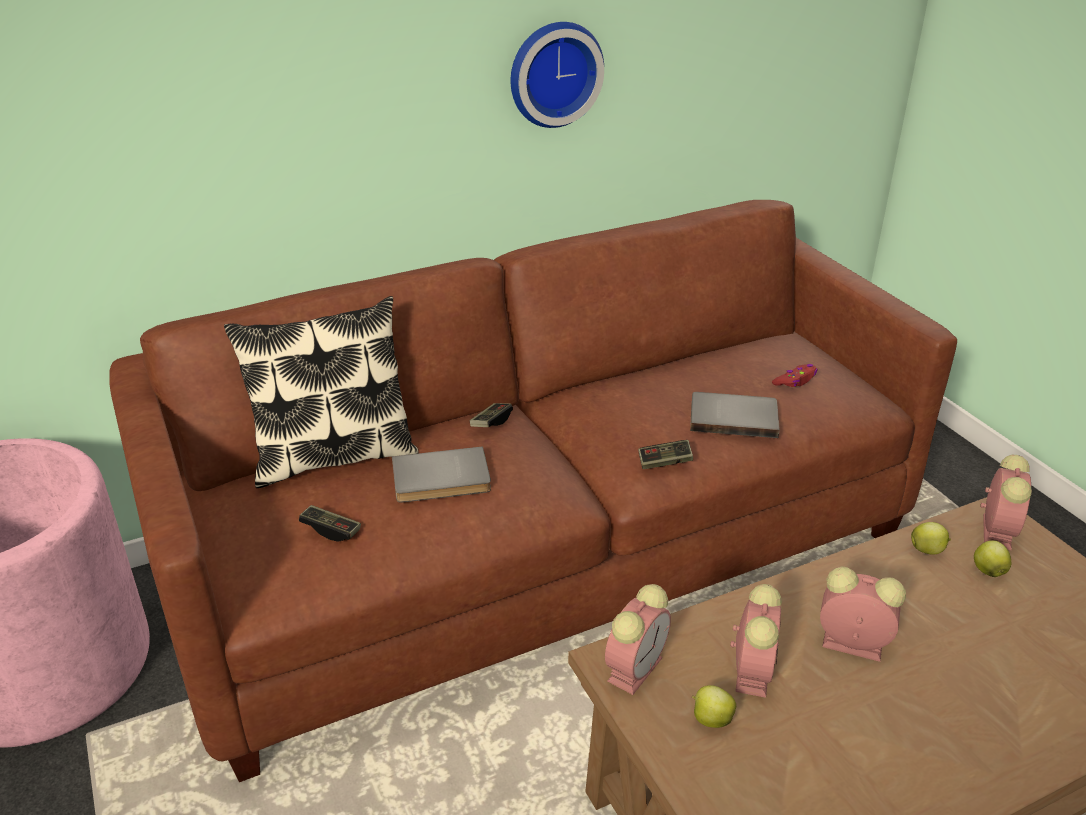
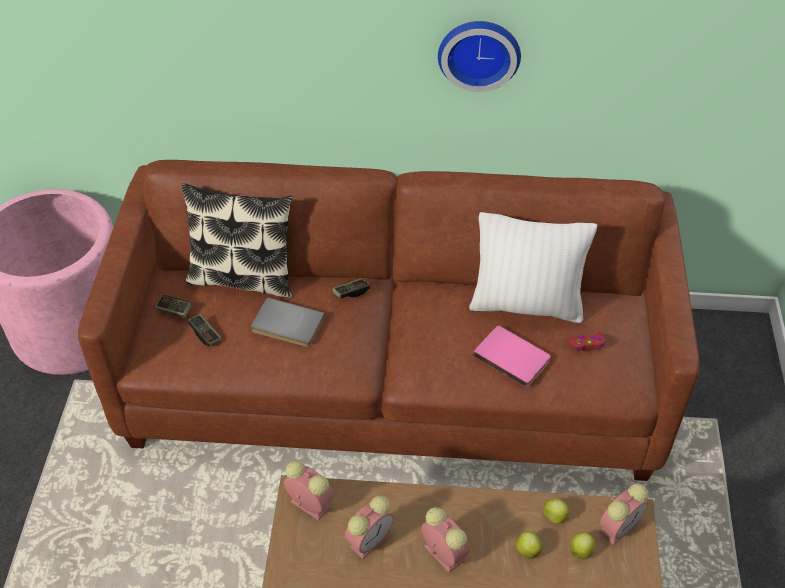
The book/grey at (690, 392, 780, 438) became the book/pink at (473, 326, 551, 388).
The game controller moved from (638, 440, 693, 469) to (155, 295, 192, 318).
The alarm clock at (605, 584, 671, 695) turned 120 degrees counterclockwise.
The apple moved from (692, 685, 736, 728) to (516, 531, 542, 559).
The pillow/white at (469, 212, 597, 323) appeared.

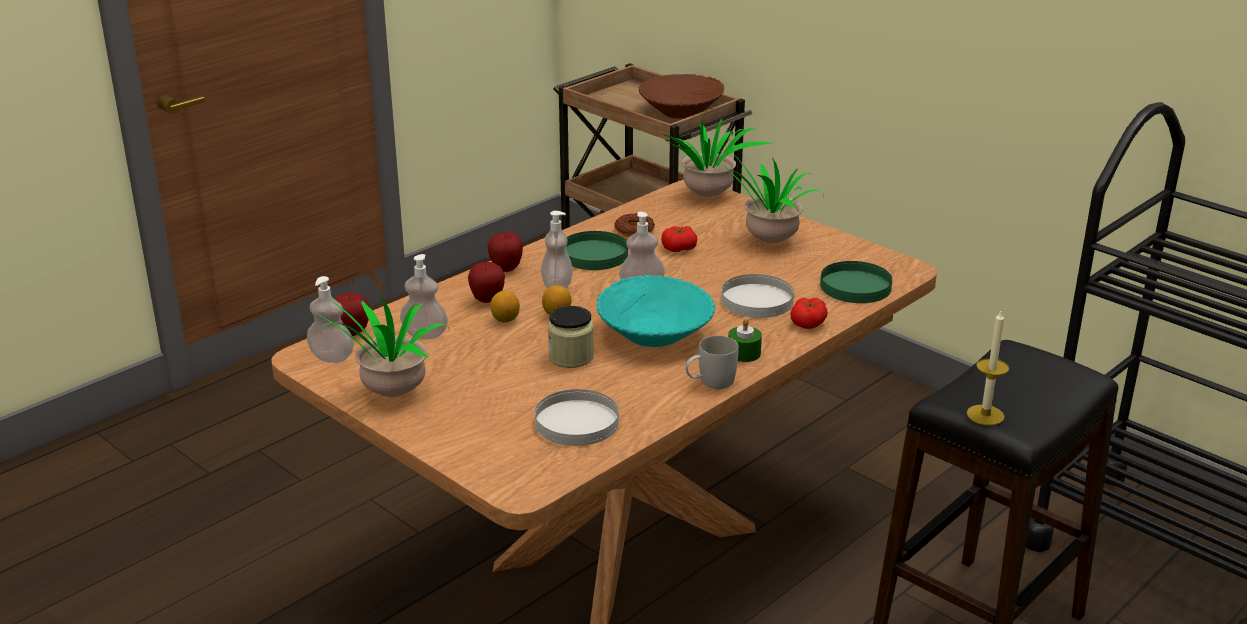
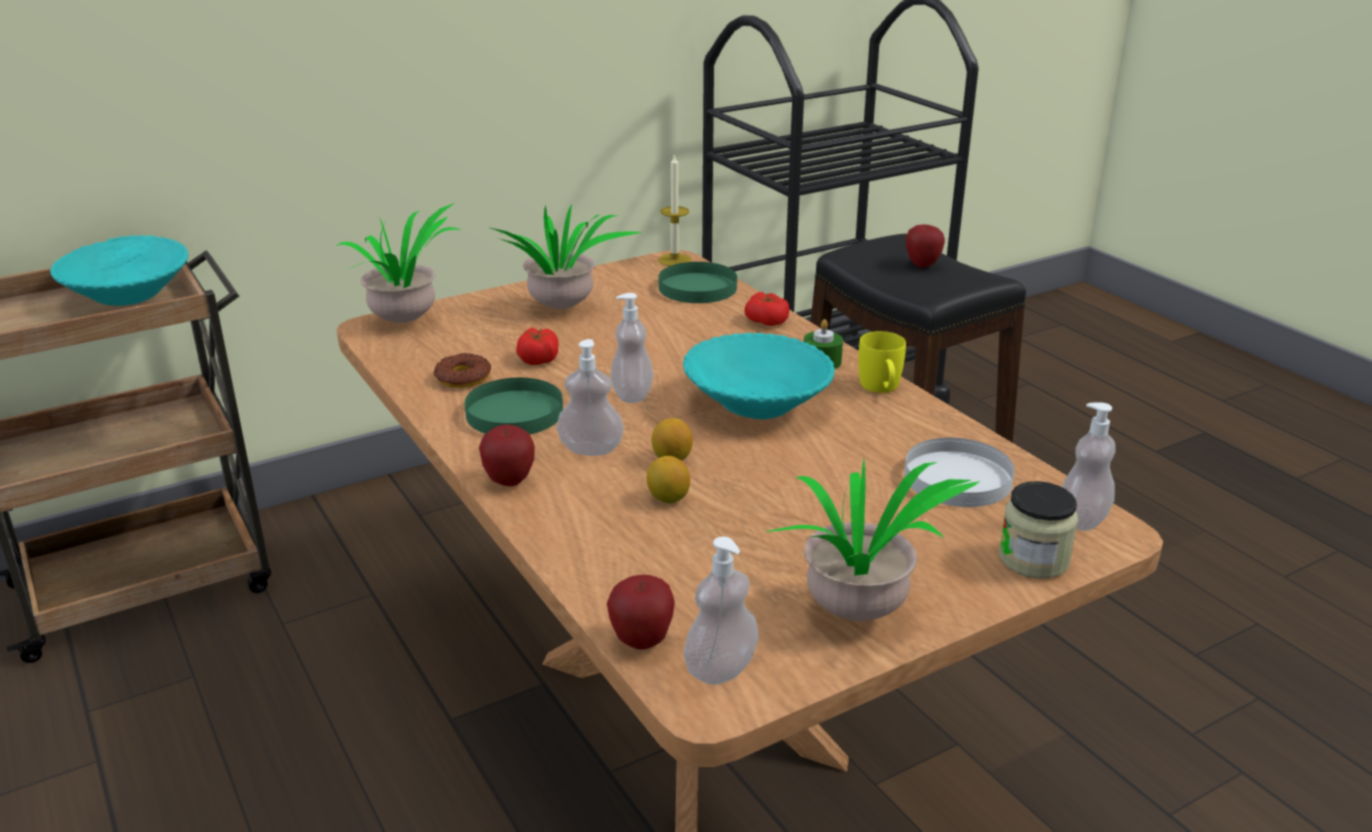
The bowl/brown at (639, 74, 724, 119) became the bowl/turquoise at (50, 235, 188, 306).
The soap dispenser moved from (400, 254, 448, 339) to (1062, 402, 1116, 531).
The apple moved from (468, 262, 505, 303) to (906, 225, 945, 268).
The plate/white at (721, 274, 794, 318) disappeared.
The jar moved from (548, 306, 594, 368) to (999, 481, 1078, 579).
The candle moved from (967, 309, 1009, 425) to (658, 153, 692, 266).
The mug/white at (685, 336, 739, 389) became the mug/yellow at (858, 331, 906, 393).

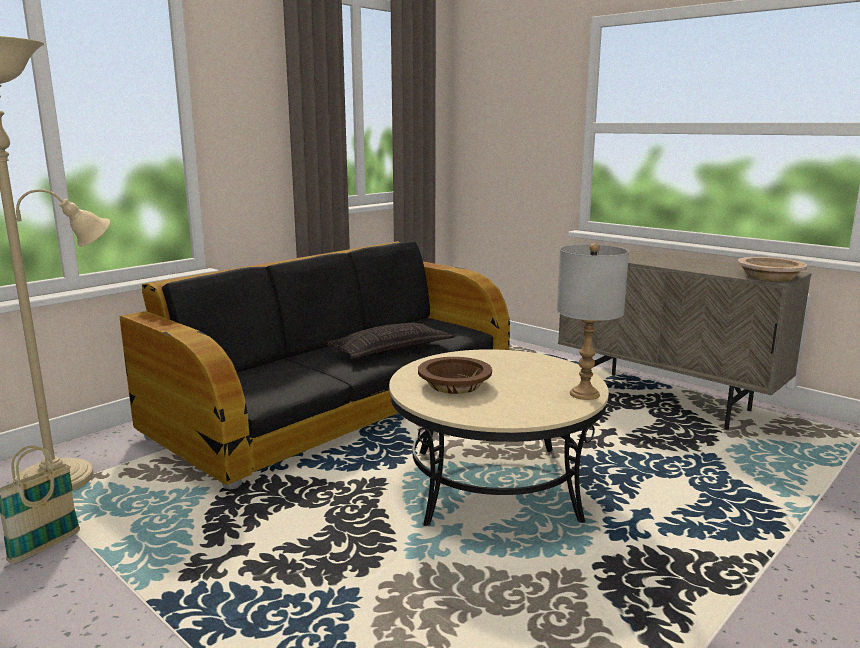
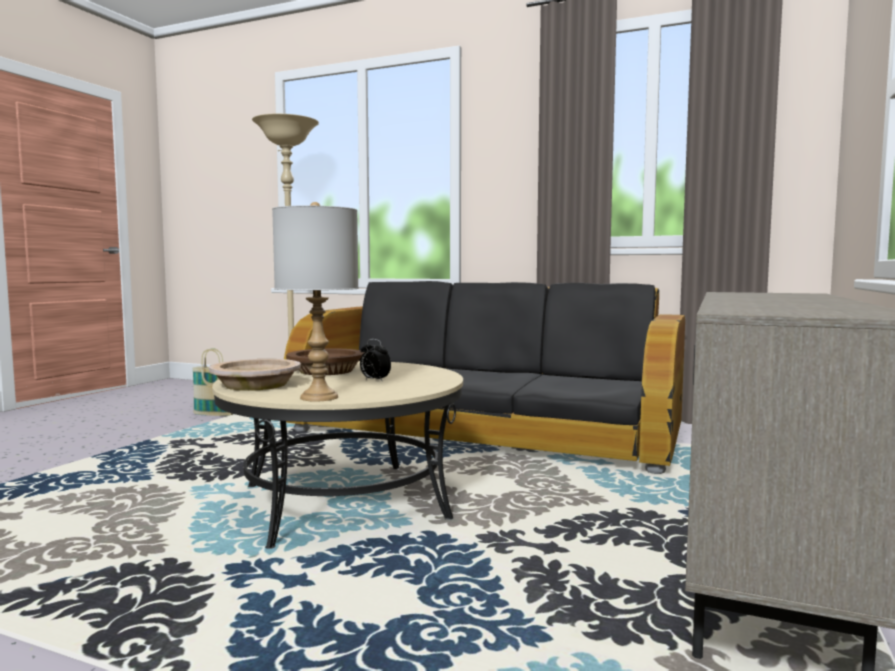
The bowl/beige moved from (737, 257, 807, 281) to (209, 359, 301, 391).
The pillow at (325, 323, 455, 359) disappeared.
The alarm clock at (360, 339, 391, 381) appeared.

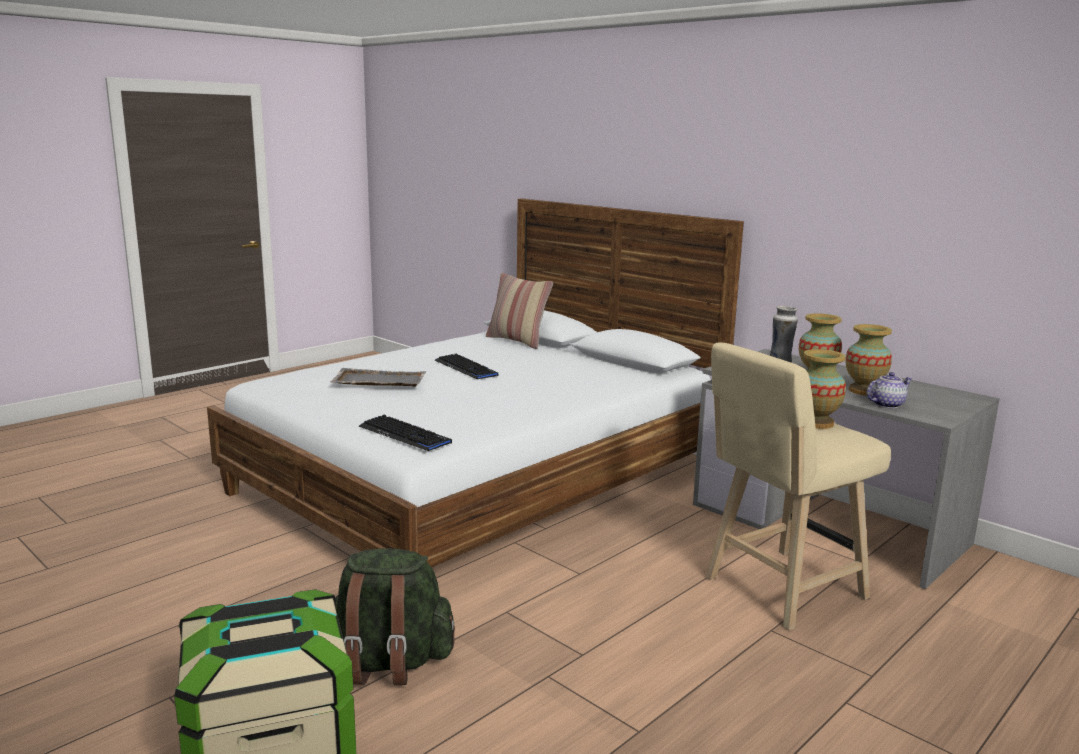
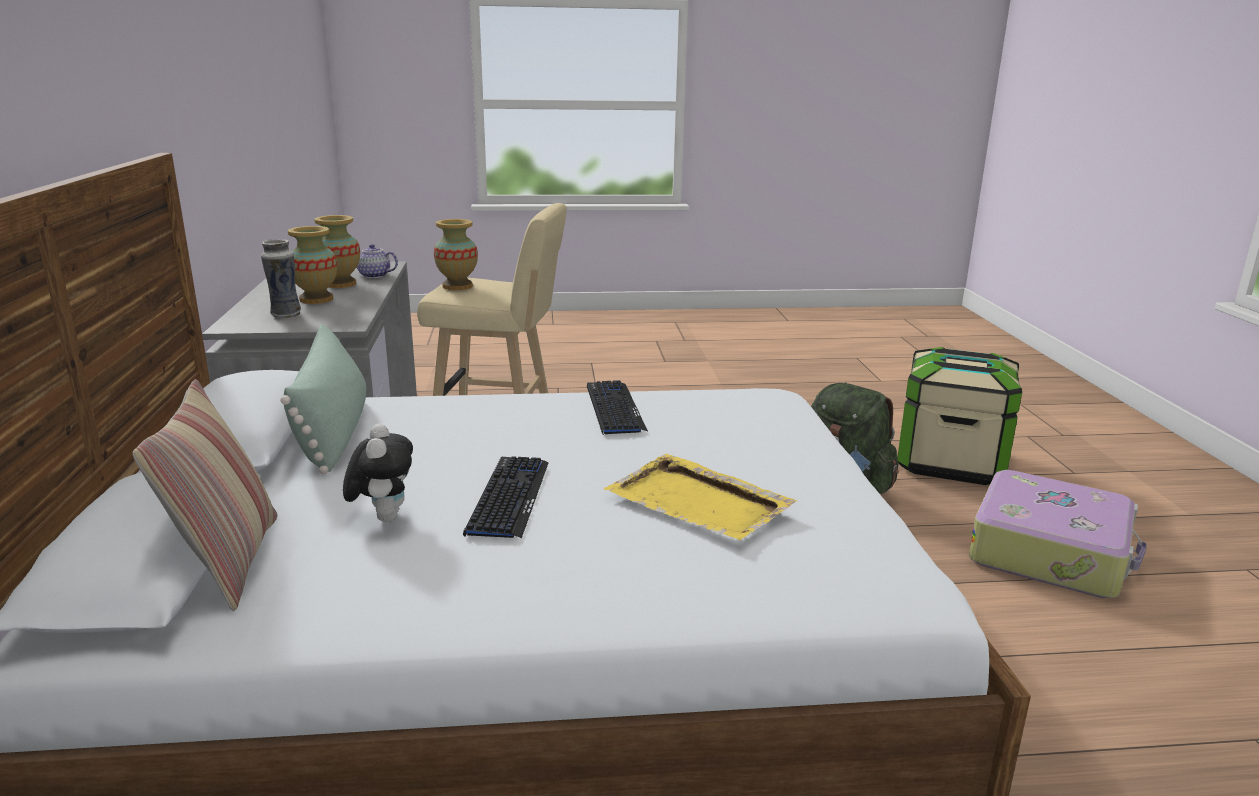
The tray/grey at (330, 368, 427, 387) became the tray/yellow at (604, 454, 797, 540).
The keyboard moved from (358, 415, 452, 451) to (587, 380, 648, 435).
The pillow/green at (280, 323, 366, 475) appeared.
The plush toy at (343, 424, 413, 522) appeared.
The suitcase at (969, 470, 1147, 598) appeared.

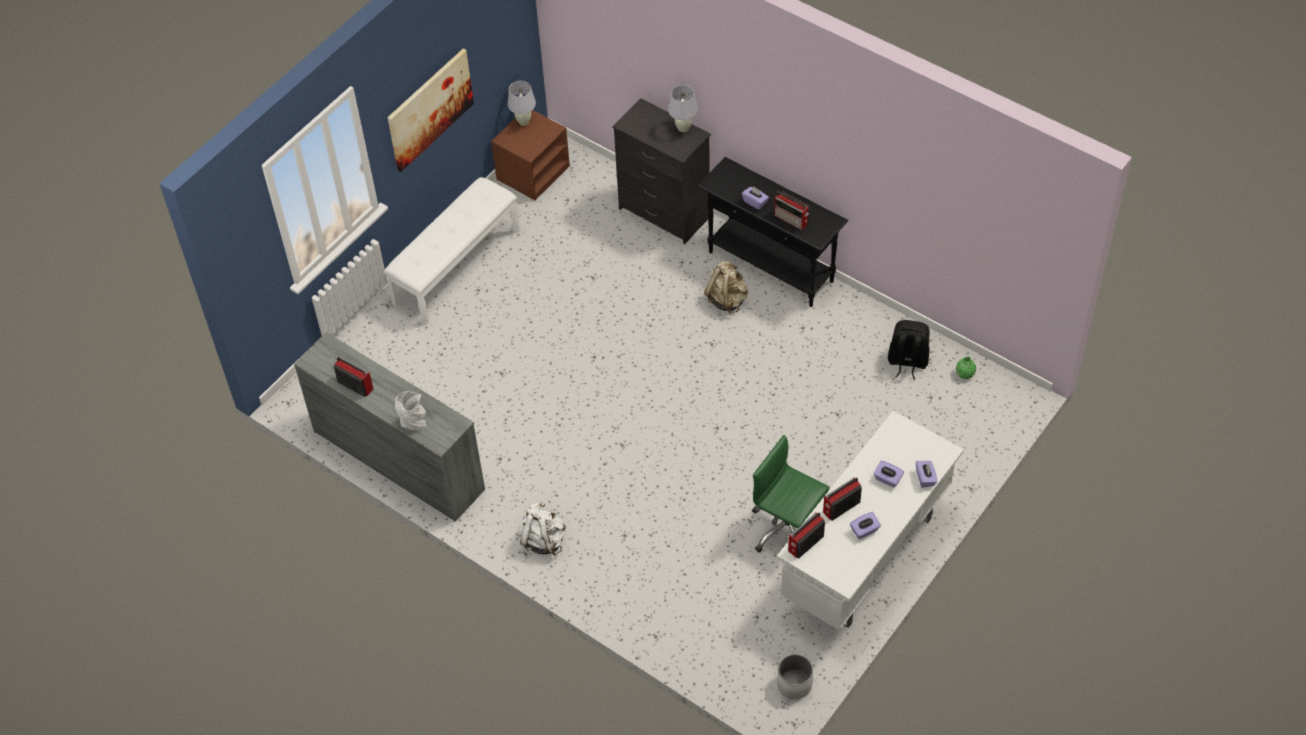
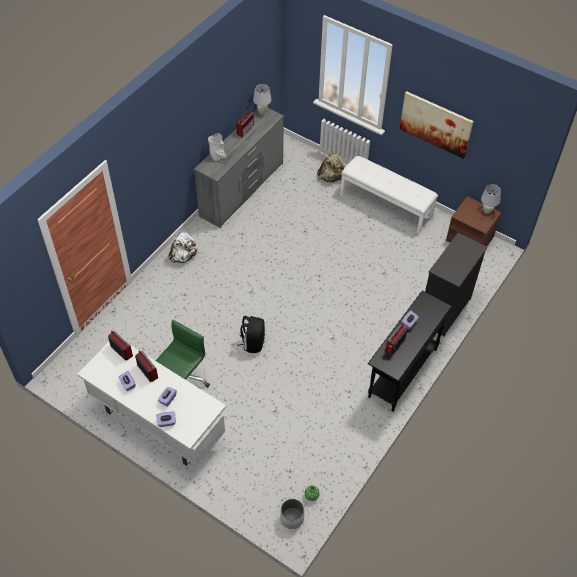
The table lamp/white moved from (668, 85, 698, 132) to (253, 84, 272, 115).
The backpack/beige moved from (704, 261, 748, 314) to (317, 151, 345, 182).
The backpack/black moved from (888, 320, 929, 380) to (237, 316, 265, 353).
The planter/white moved from (777, 654, 813, 699) to (280, 499, 304, 529).

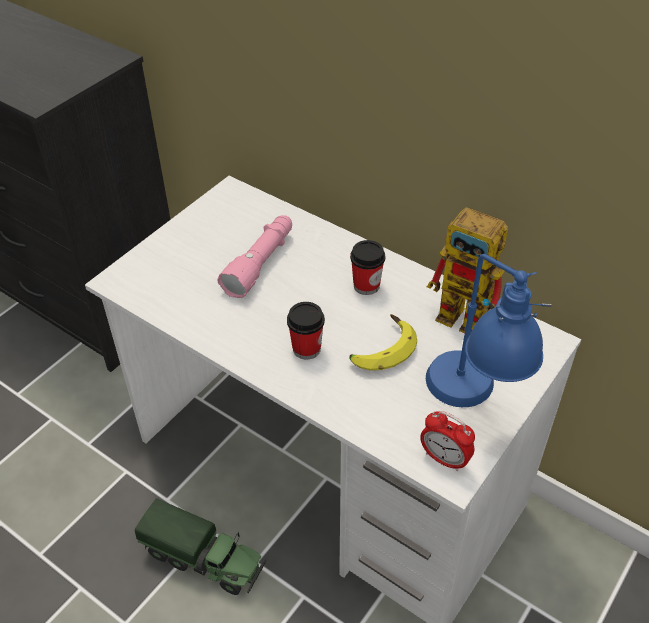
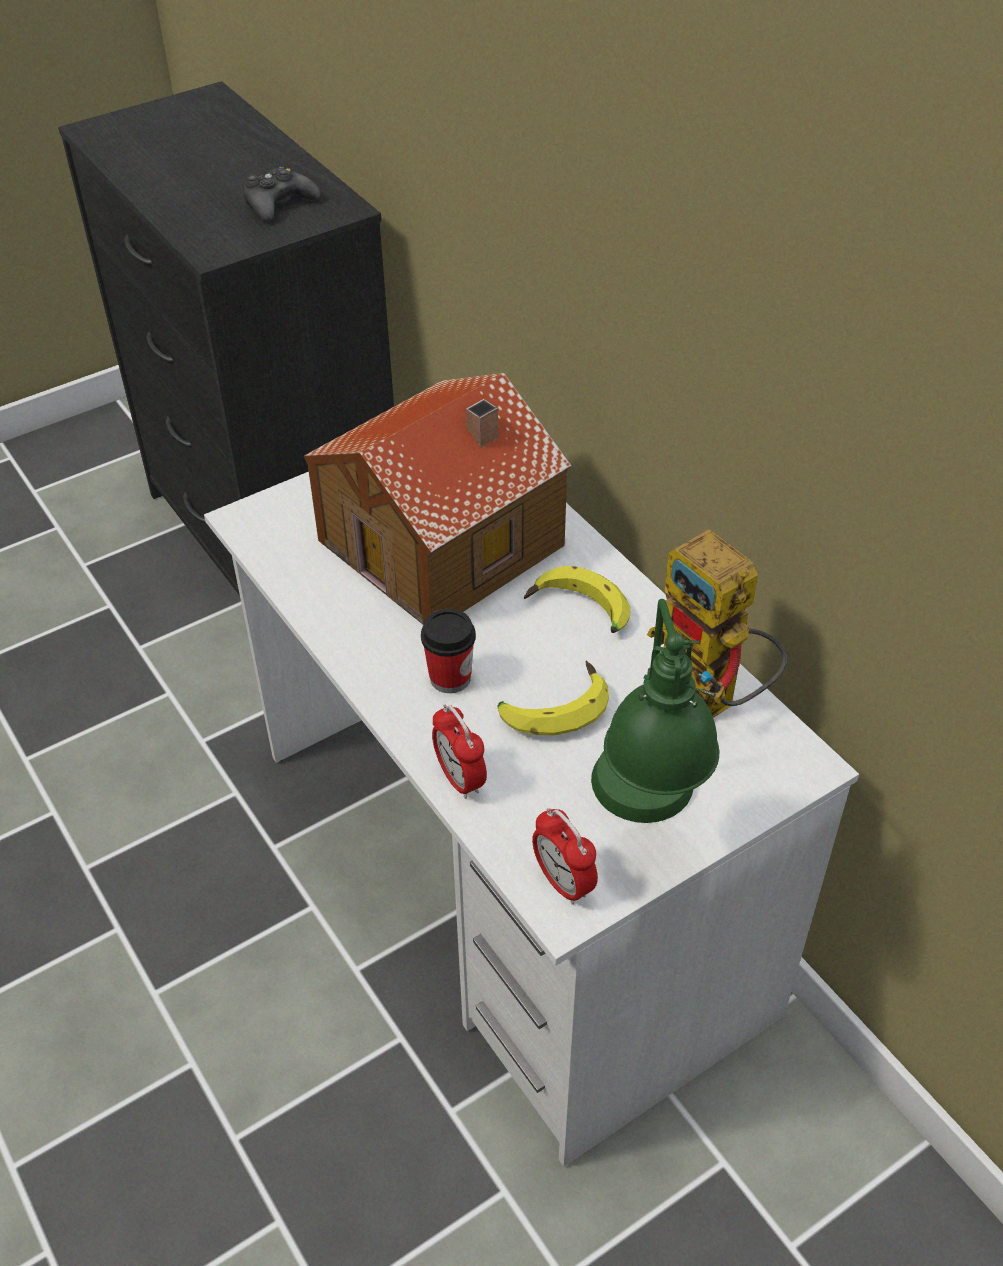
The flashlight/pink at (218, 215, 292, 298) was replaced by the toy house at (304, 373, 572, 625).
The cup at (350, 240, 385, 295) was replaced by the banana at (524, 566, 631, 633).
The table lamp/blue at (426, 254, 552, 407) became the table lamp/green at (591, 599, 719, 823).
The toy truck at (135, 498, 266, 595) disappeared.
The game controller/black at (243, 167, 320, 221) appeared.
The alarm clock at (432, 704, 487, 799) appeared.

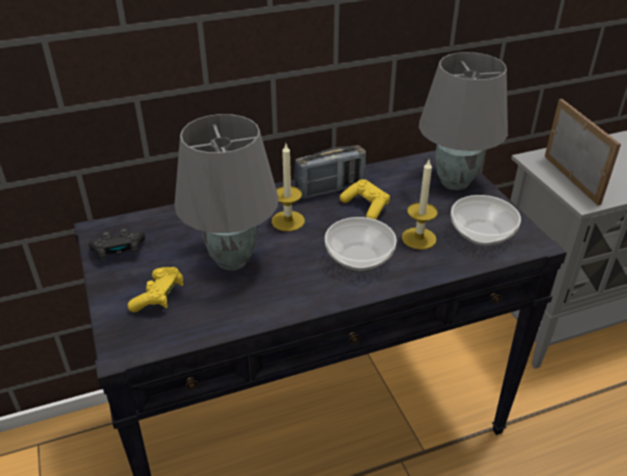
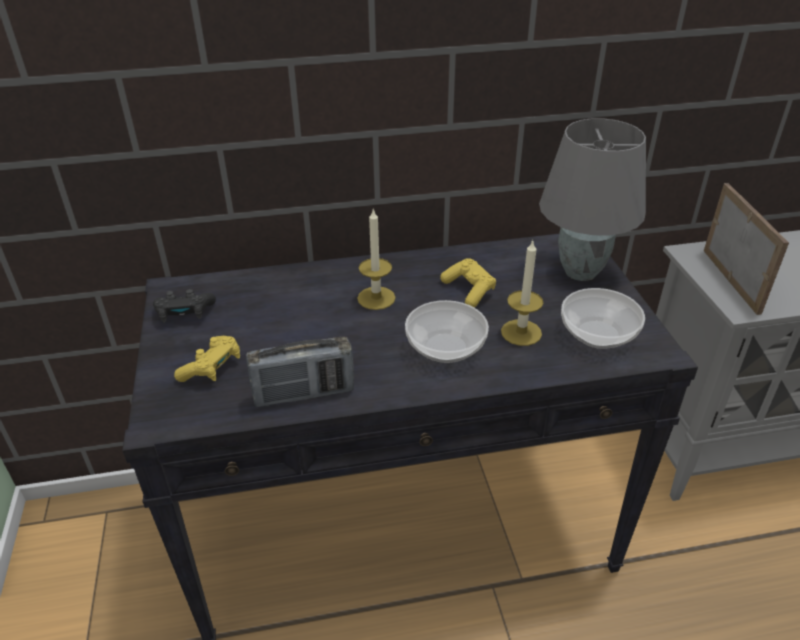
The table lamp/grey at (174, 114, 279, 270) disappeared.
The radio moved from (294, 145, 366, 200) to (246, 337, 354, 407).

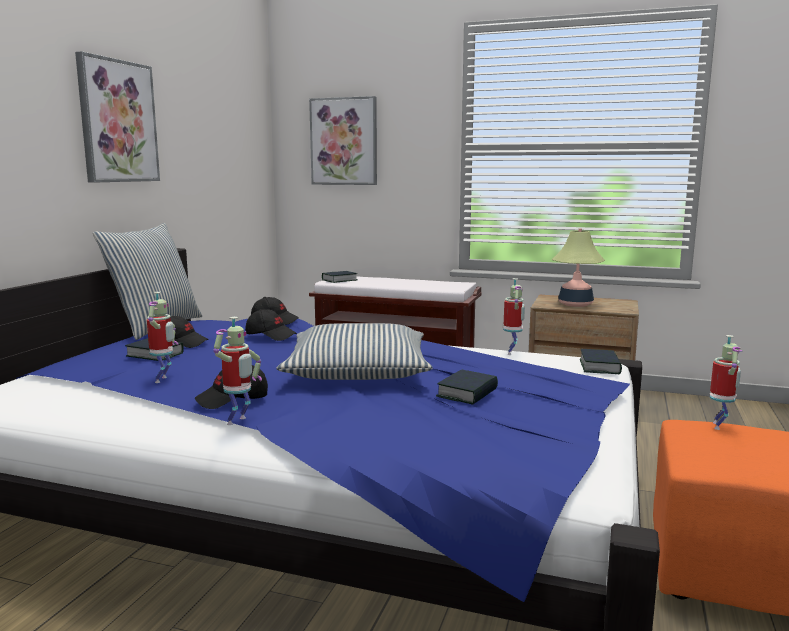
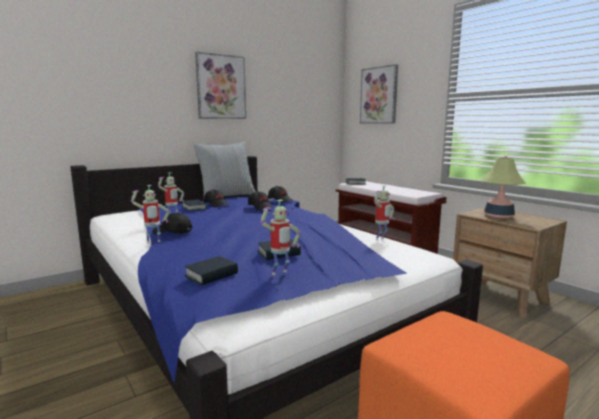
The pillow at (277, 323, 433, 380) disappeared.
The toy robot moved from (710, 335, 742, 430) to (260, 200, 301, 275).
The book moved from (580, 349, 622, 374) to (184, 256, 238, 285).

